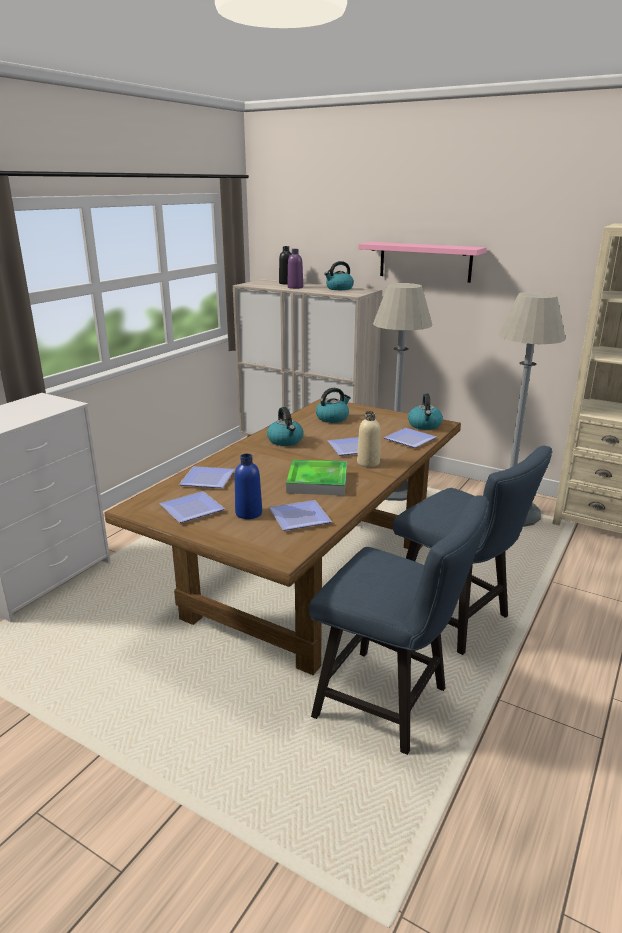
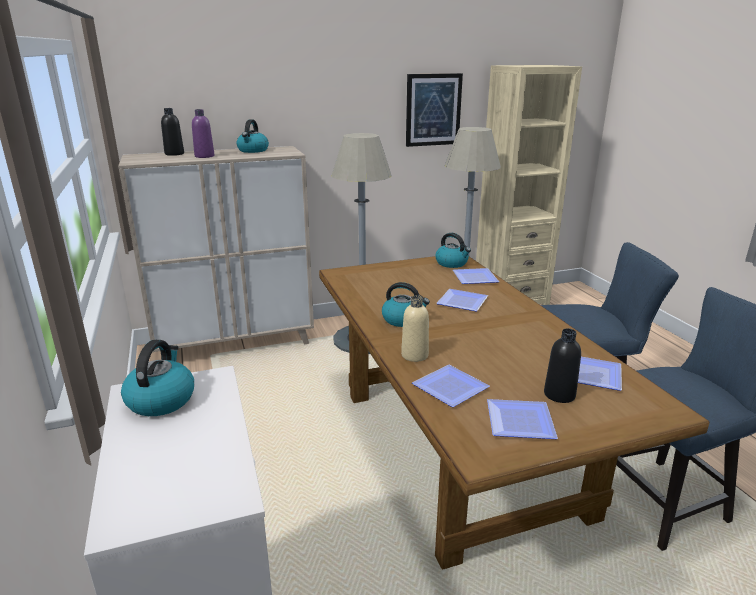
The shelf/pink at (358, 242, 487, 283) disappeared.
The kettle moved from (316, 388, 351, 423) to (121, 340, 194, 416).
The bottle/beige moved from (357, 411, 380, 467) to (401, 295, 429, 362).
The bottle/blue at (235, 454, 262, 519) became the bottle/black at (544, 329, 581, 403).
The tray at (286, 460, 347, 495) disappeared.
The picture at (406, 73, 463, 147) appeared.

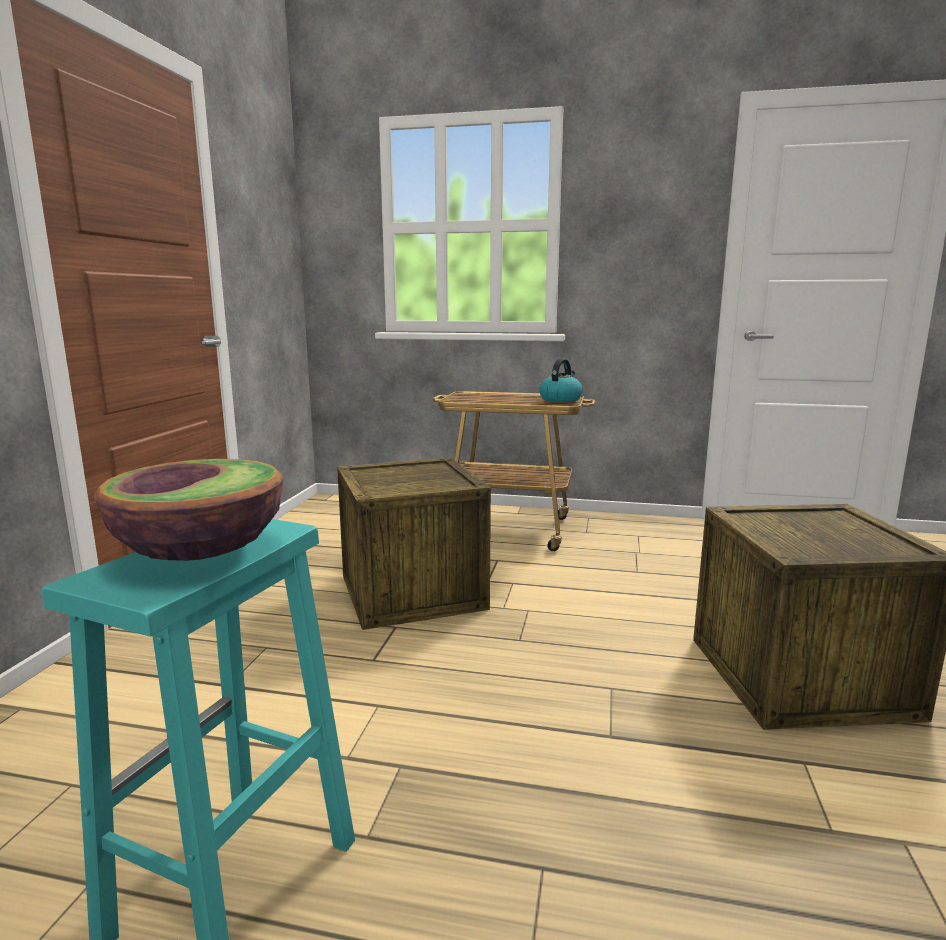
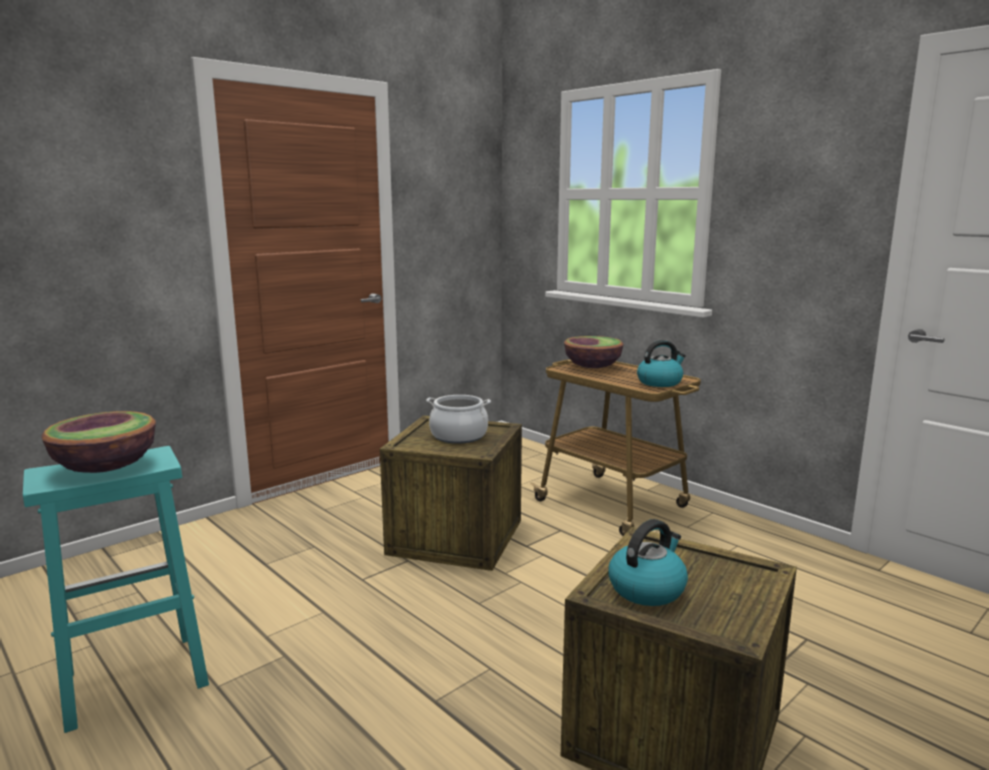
The bowl at (564, 336, 624, 368) appeared.
The cooking pot at (426, 395, 491, 444) appeared.
The kettle at (608, 519, 688, 606) appeared.

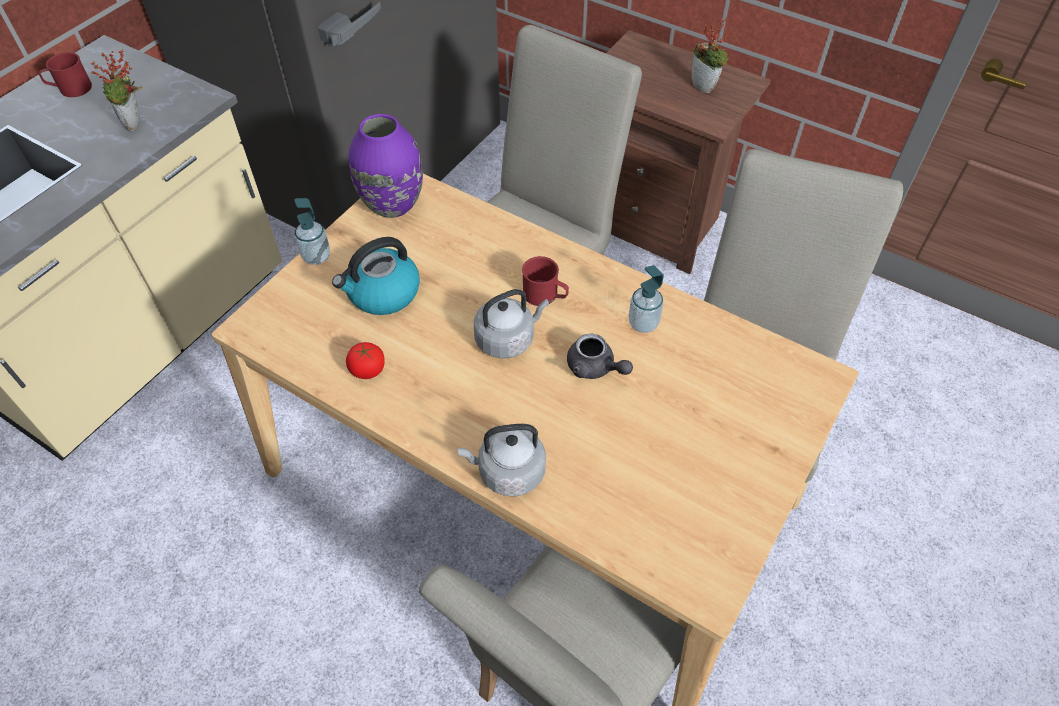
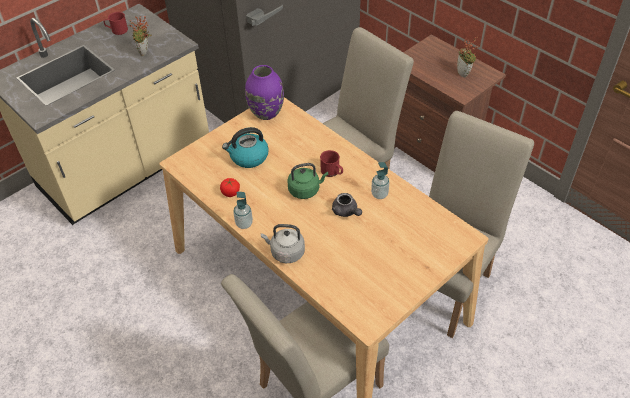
The soap dispenser moved from (294, 198, 330, 265) to (233, 192, 253, 229).
The kettle/grey at (474, 289, 549, 358) became the kettle/green at (287, 163, 329, 199).

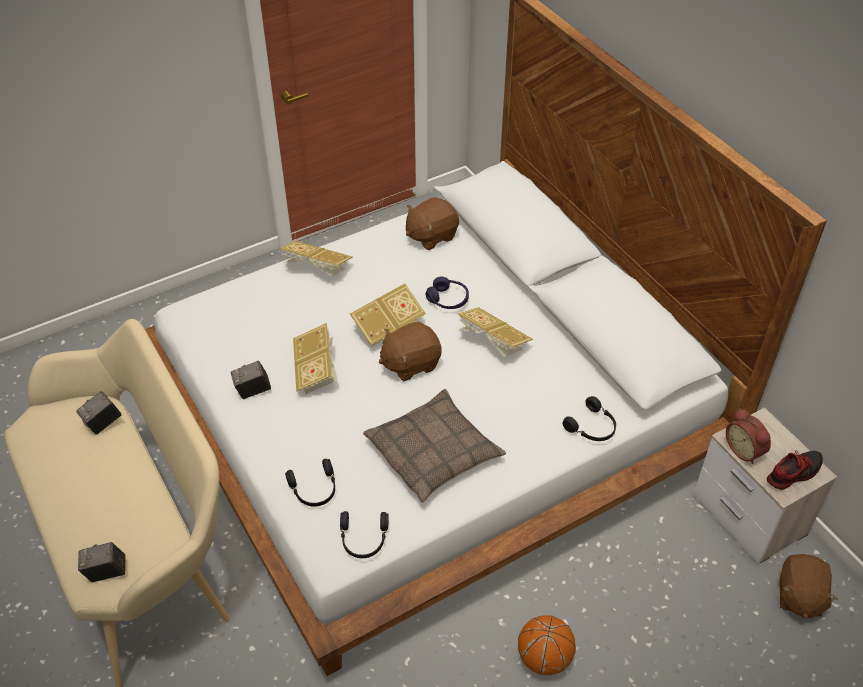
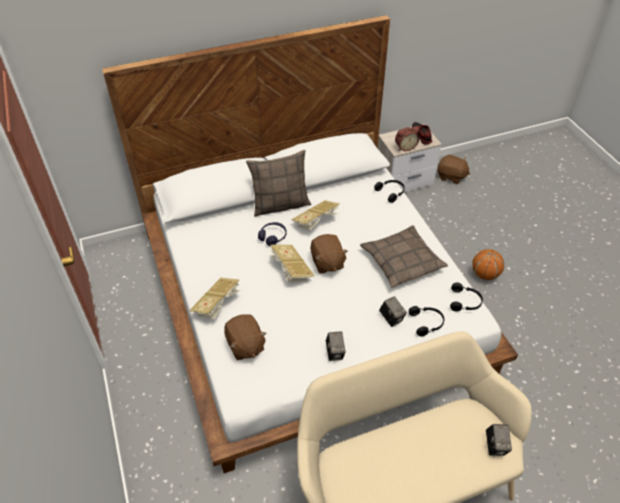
The plush toy/brown moved from (406, 197, 459, 250) to (224, 314, 267, 360).
The book at (293, 323, 338, 395) disappeared.
The photo camera moved from (76, 391, 122, 435) to (379, 296, 407, 327).
The pillow at (246, 150, 311, 217) appeared.

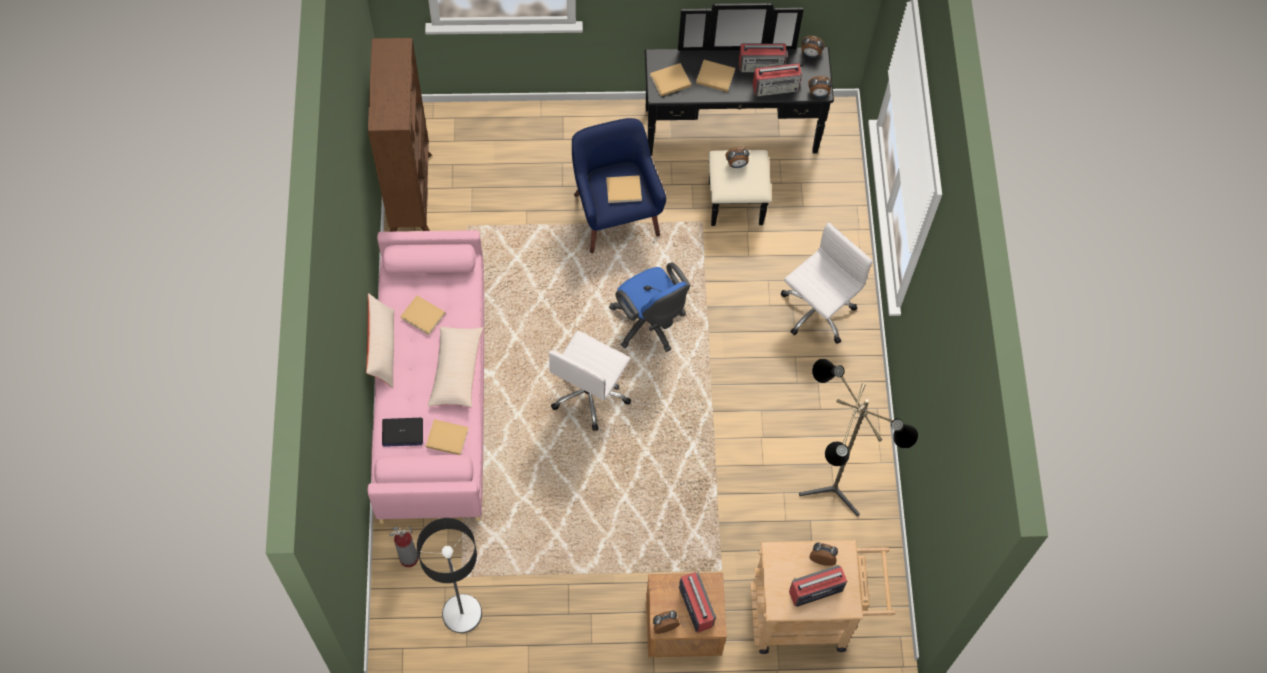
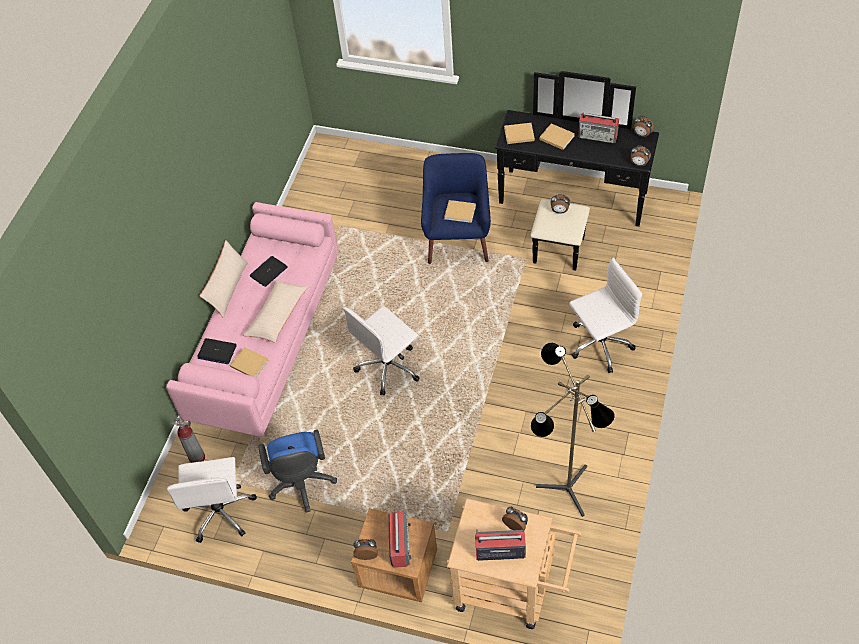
The bookcase/brown at (368, 38, 432, 232) disappeared.
The radio at (752, 63, 802, 96) disappeared.
The office chair/blue moved from (609, 262, 690, 352) to (258, 430, 337, 513).
The book/beige at (400, 296, 445, 335) was replaced by the laptop at (250, 256, 288, 287).
The floor lamp at (417, 518, 482, 633) was replaced by the office chair/white at (167, 457, 257, 543).

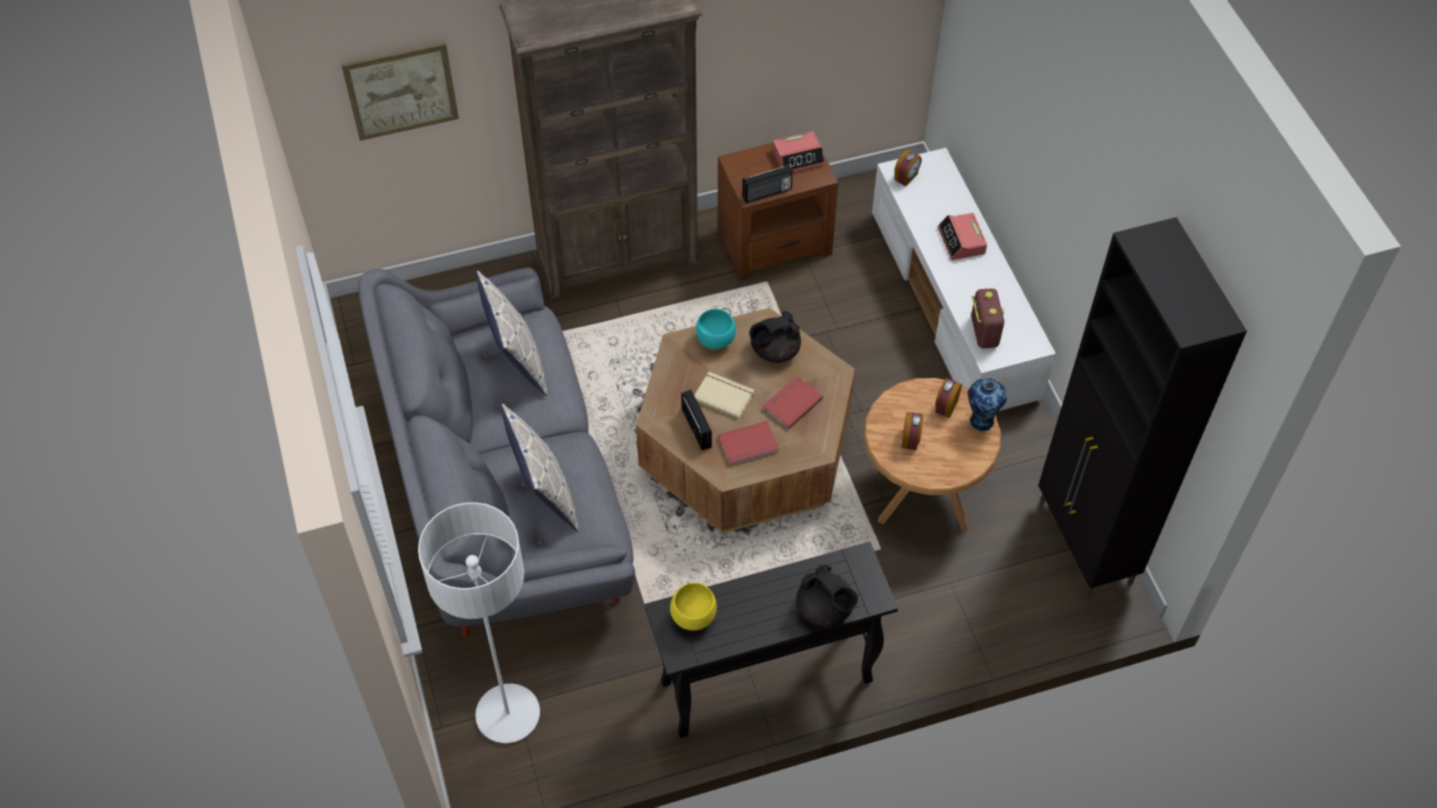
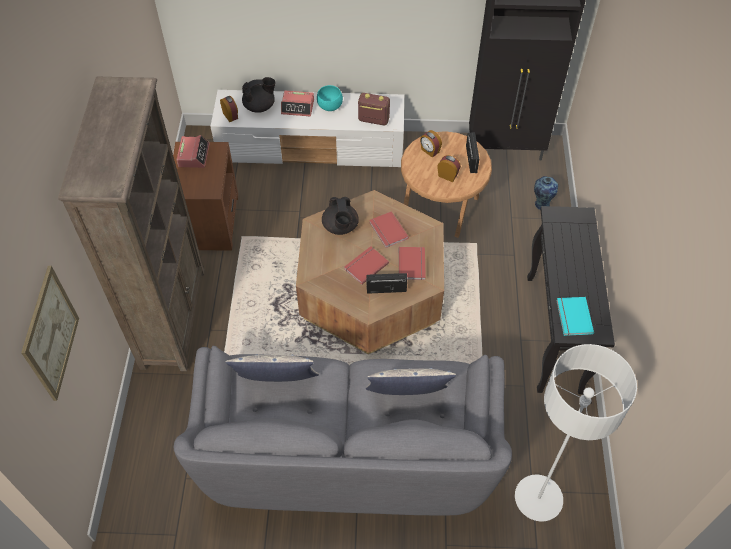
The radio moved from (742, 164, 793, 203) to (466, 132, 479, 173).
The bowl/turquoise moved from (696, 309, 736, 349) to (317, 85, 343, 111).
The book/beige at (694, 372, 754, 419) became the book/red at (344, 246, 389, 284).
The vase moved from (968, 378, 1007, 431) to (534, 176, 558, 210).
The teapot/black moved from (796, 565, 858, 627) to (242, 77, 276, 113).
The bowl/yellow at (670, 583, 717, 631) was replaced by the book/turquoise at (556, 297, 594, 336).

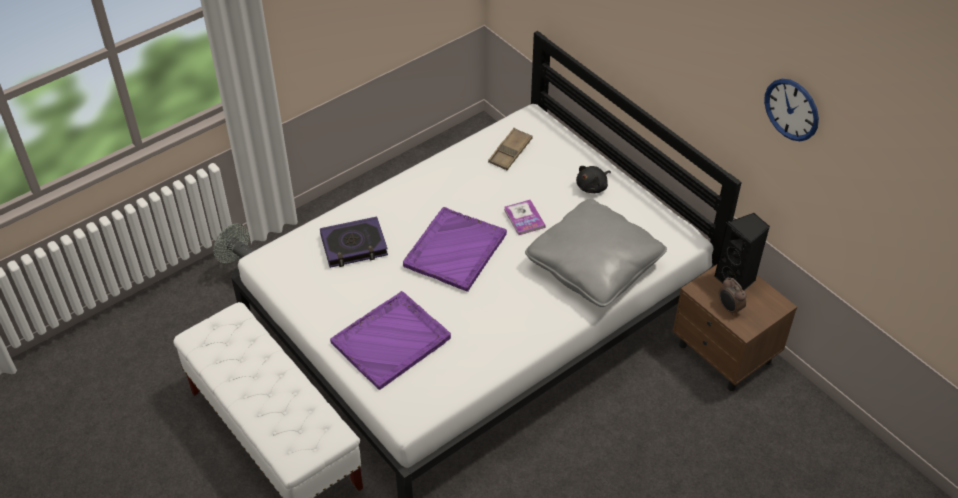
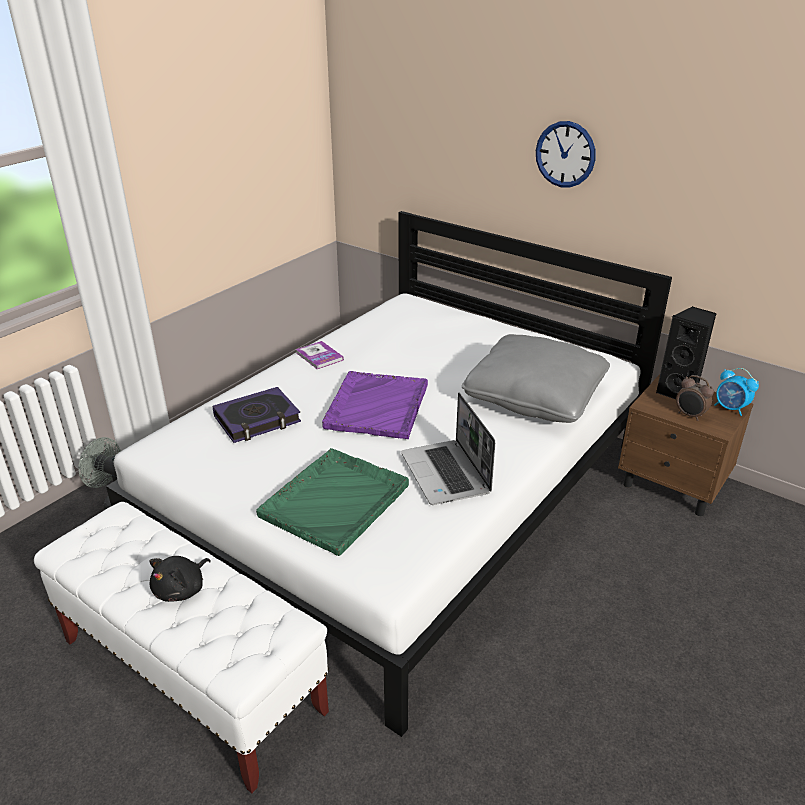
The wall clock moved from (764, 79, 819, 141) to (536, 121, 596, 188).
The tray/brown at (488, 128, 533, 170) disappeared.
The plush toy/black moved from (576, 166, 611, 193) to (150, 556, 211, 602).
The book moved from (504, 200, 546, 235) to (296, 341, 344, 369).
The tray/purple at (330, 291, 451, 390) became the tray/green at (256, 448, 409, 556).
The alarm clock at (714, 368, 759, 416) appeared.
The laptop at (401, 393, 495, 505) appeared.

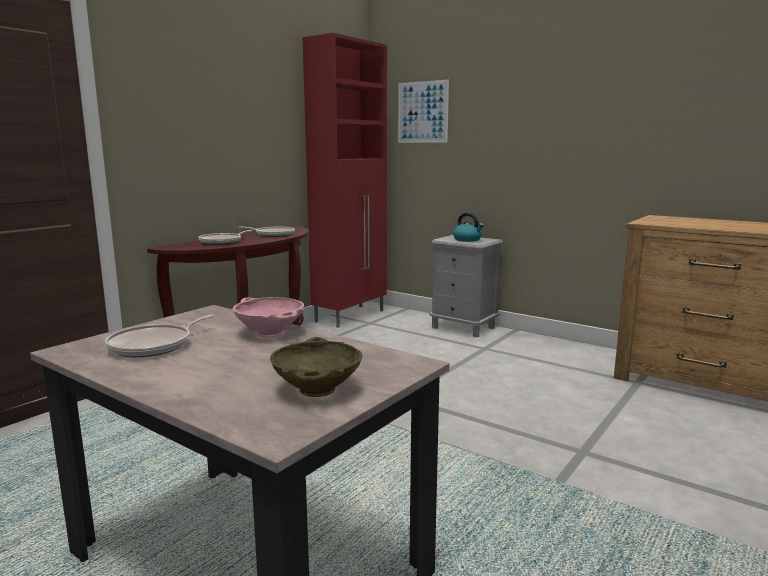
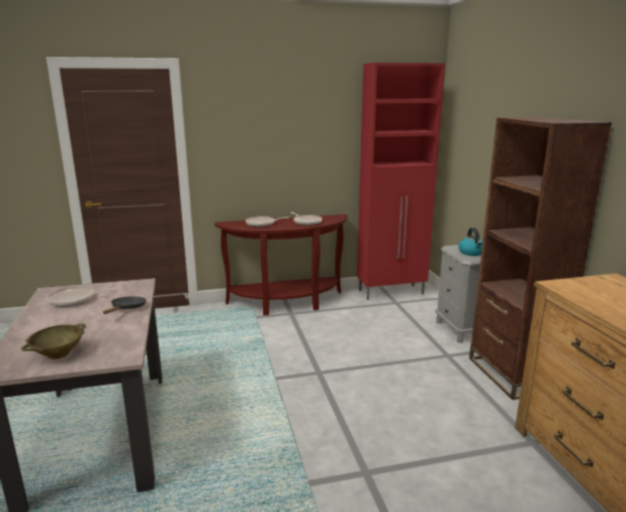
The picture at (398, 80, 449, 143) disappeared.
The bowl/pink at (233, 297, 304, 337) was replaced by the frying pan/black at (103, 296, 146, 314).
The bookcase/brown at (469, 117, 612, 400) appeared.

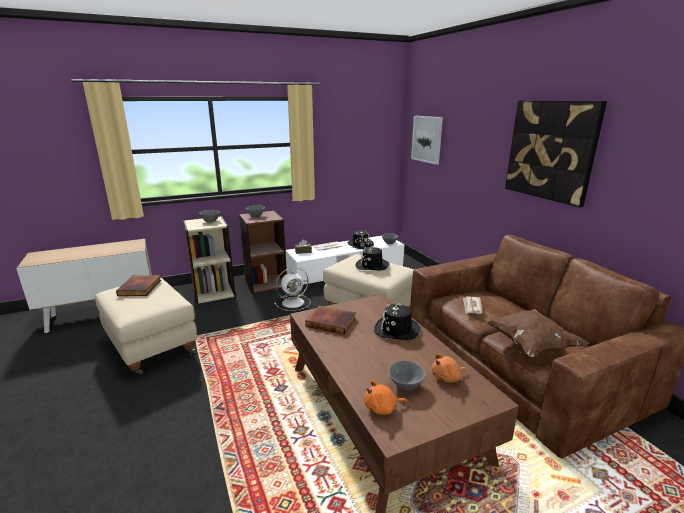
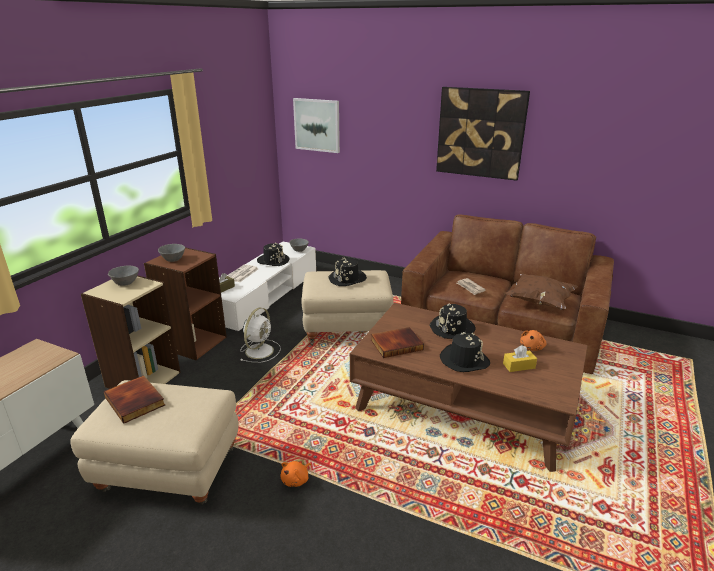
The bowl/grey at (389, 360, 426, 391) was replaced by the tissue box/yellow at (503, 345, 537, 372).
The plush toy/orange moved from (365, 380, 407, 415) to (281, 461, 311, 487).
The hat/black at (440, 332, 490, 372) appeared.

